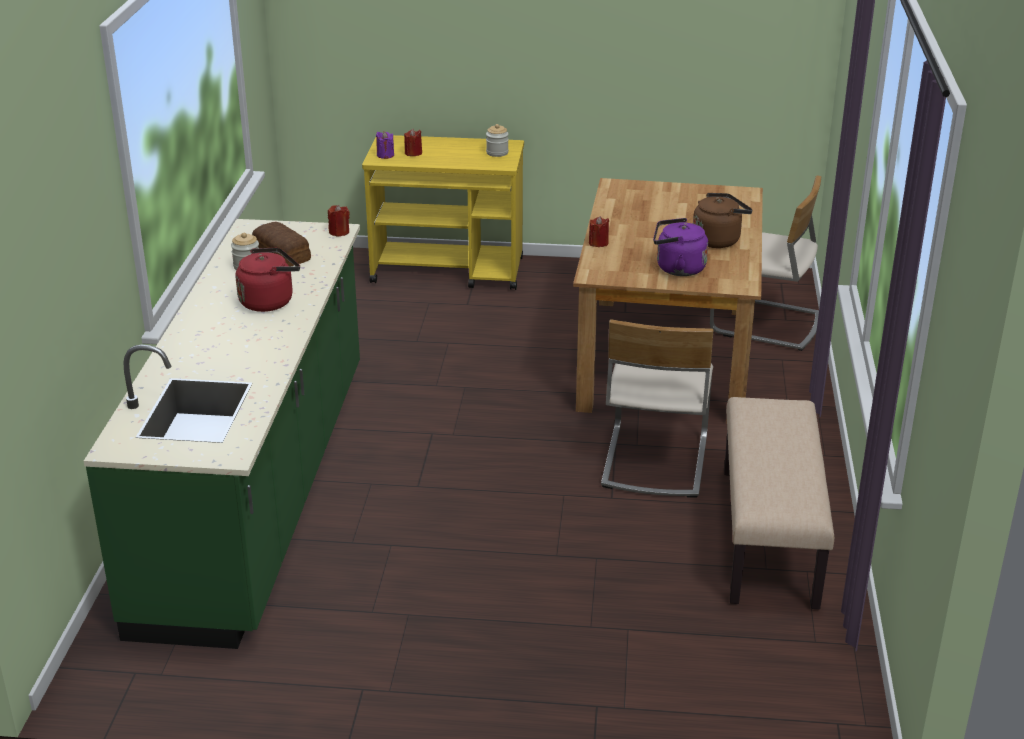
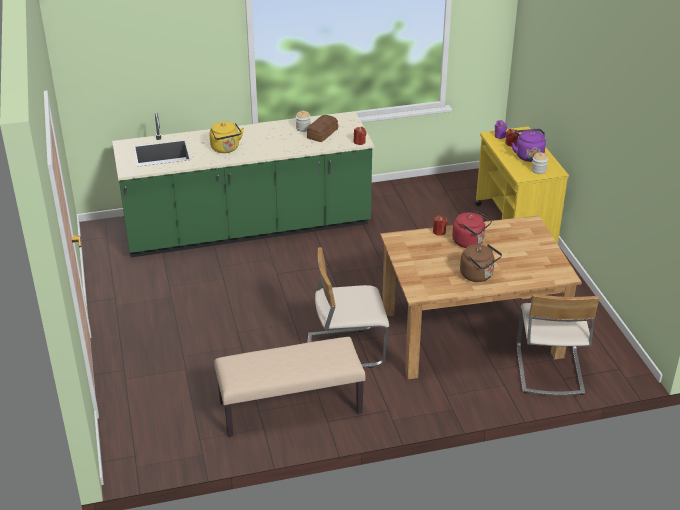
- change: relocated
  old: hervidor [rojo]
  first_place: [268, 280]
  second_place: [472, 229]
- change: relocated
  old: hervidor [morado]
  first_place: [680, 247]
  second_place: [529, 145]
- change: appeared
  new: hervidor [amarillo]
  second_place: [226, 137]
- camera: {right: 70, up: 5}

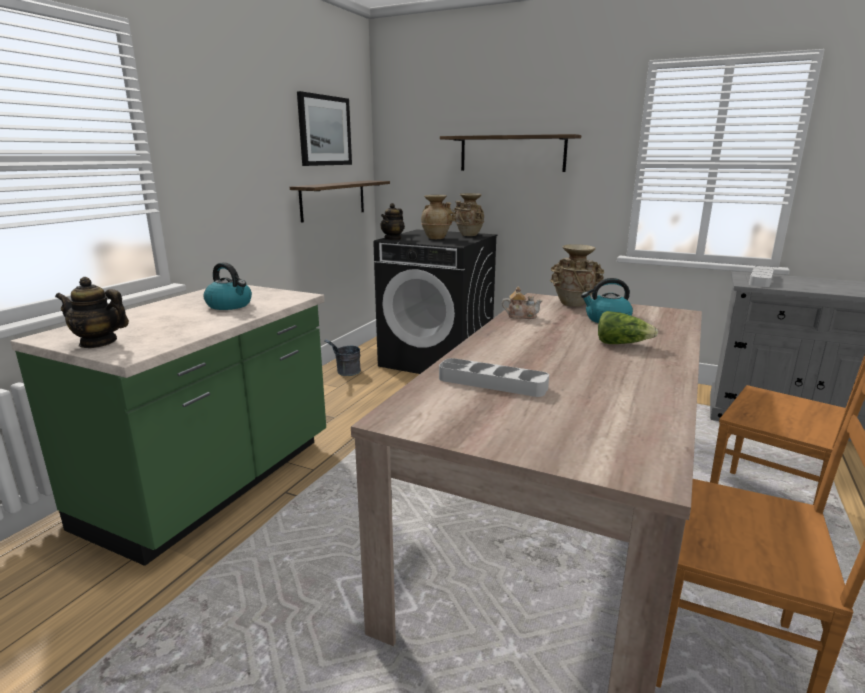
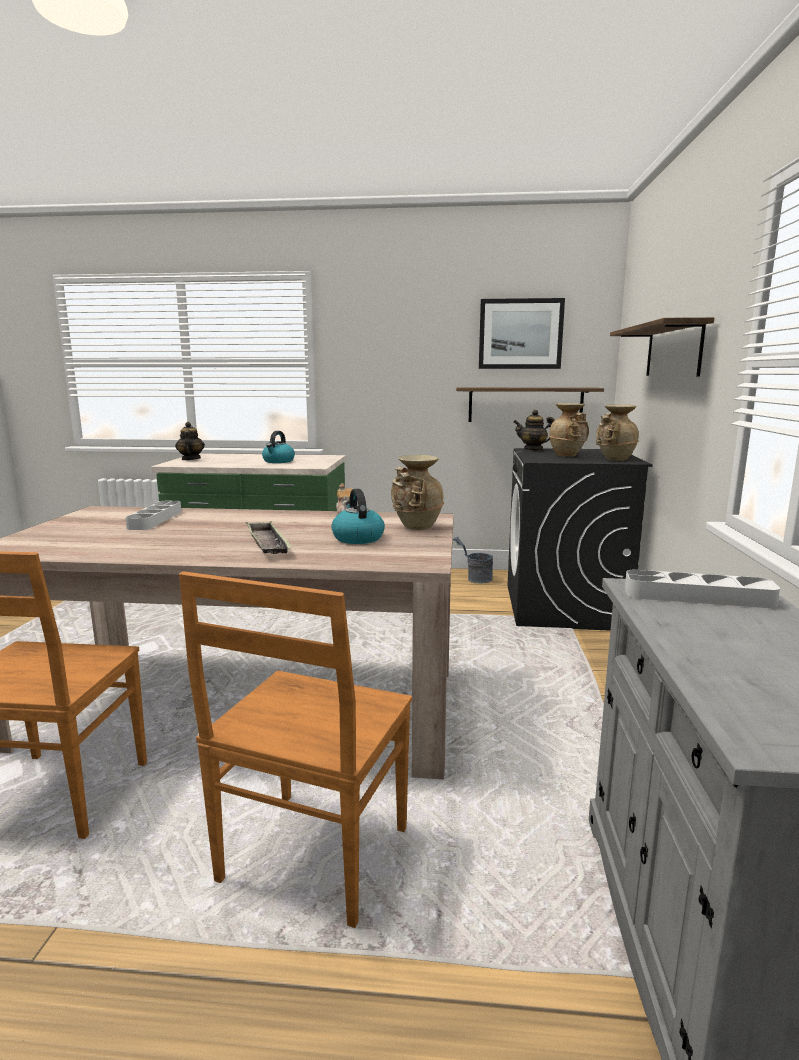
- change: exchanged
  old: lechuga
  new: bandeja
  first_place: [628, 327]
  second_place: [269, 538]
- camera: {right: 70, up: -5}

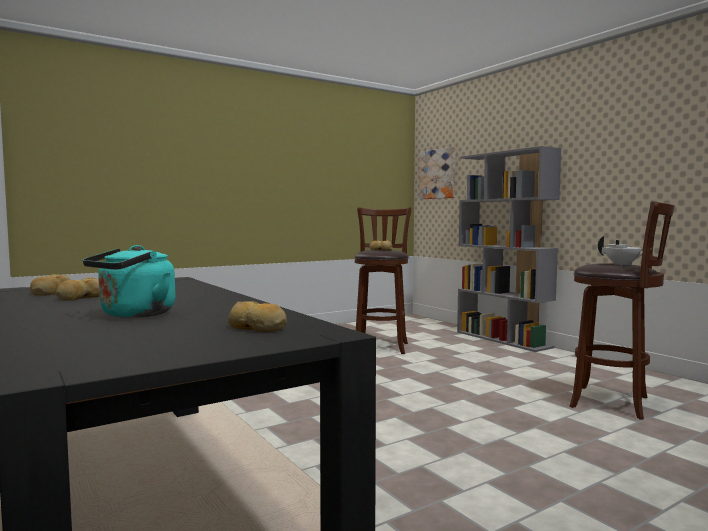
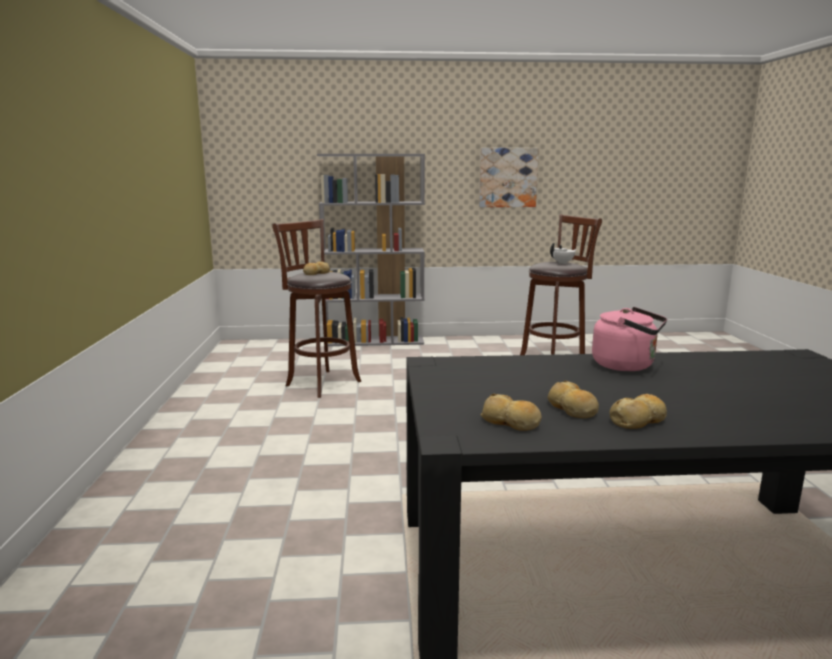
- change: missing
  old: hervidor [turquesa]
  first_place: [129, 281]
- change: relocated
  old: pan
  first_place: [257, 316]
  second_place: [638, 411]
- change: relocated
  old: cuadro
  first_place: [437, 173]
  second_place: [509, 177]
- change: appeared
  new: hervidor [rosa]
  second_place: [629, 339]
- camera: {right: -60, up: 10}

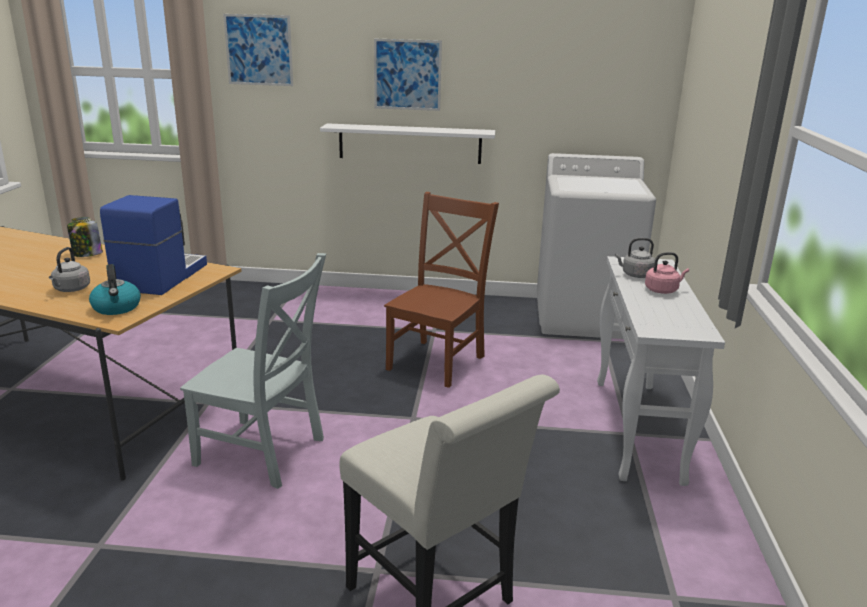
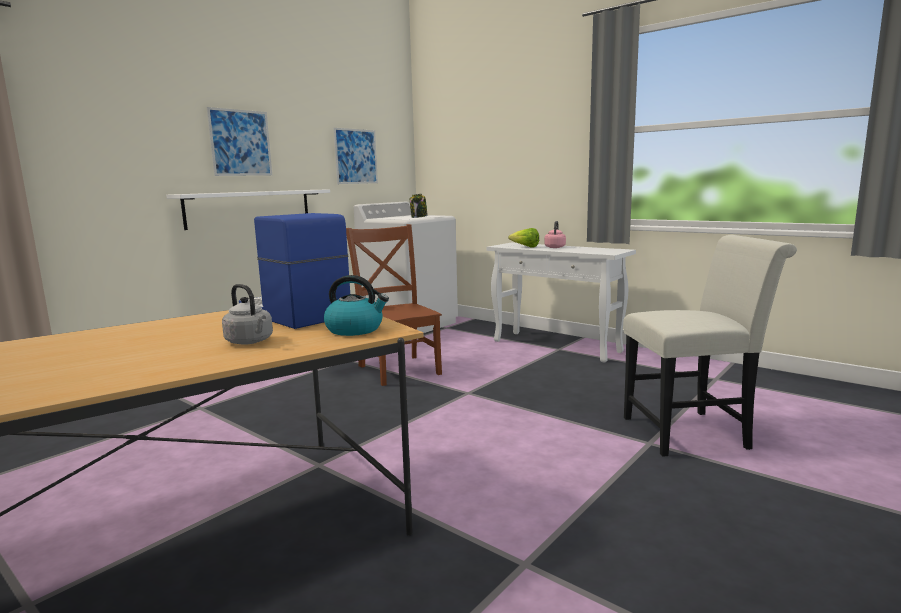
- change: relocated
  old: tarro
  first_place: [85, 237]
  second_place: [419, 206]
- change: missing
  old: silla [gris]
  first_place: [253, 371]
- change: relocated
  old: cuadro
  first_place: [258, 50]
  second_place: [355, 156]
- change: exchanged
  old: hervidor [gris]
  new: lechuga
  first_place: [635, 258]
  second_place: [523, 238]
- camera: {right: -55, up: -10}

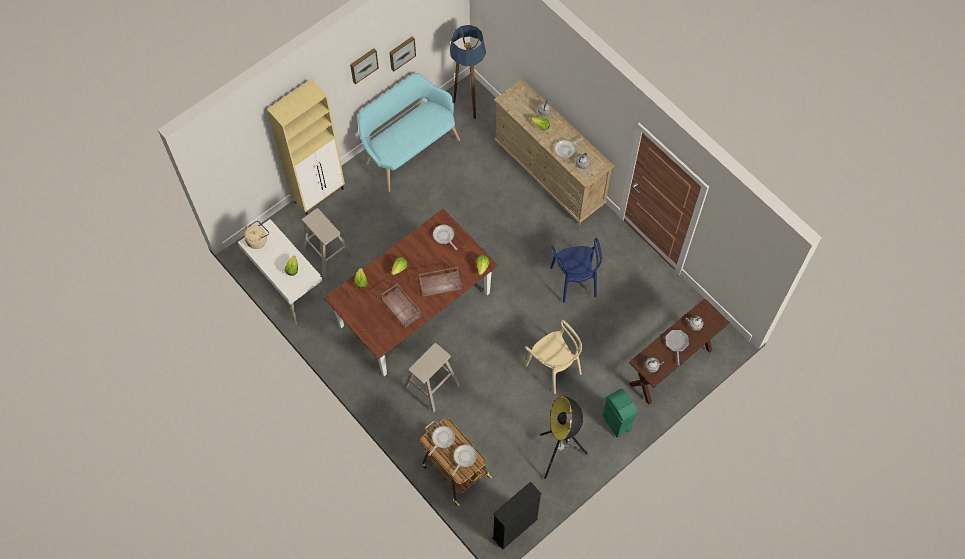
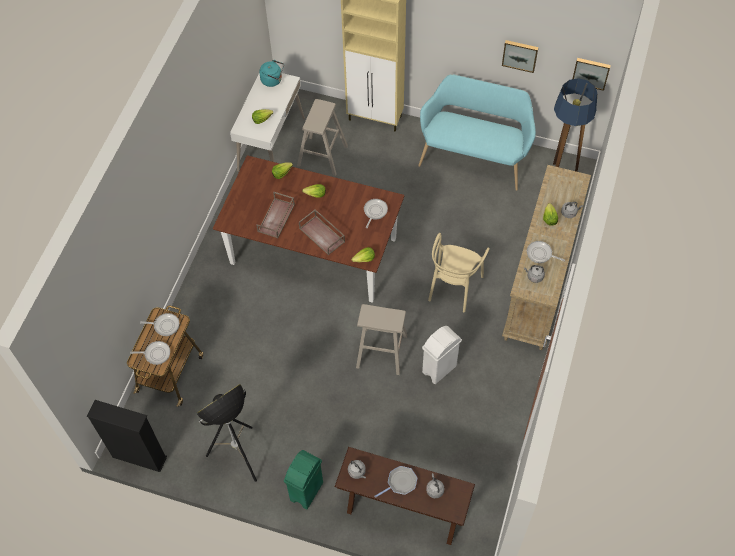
- change: colour
  old: hervidor [beis]
  new: hervidor [turquesa]
  first_place: [256, 235]
  second_place: [271, 73]
- change: relocated
  old: cuadro
  first_place: [364, 66]
  second_place: [591, 74]
- change: relocated
  old: taburete [beis]
  first_place: [432, 378]
  second_place: [381, 339]
- change: relocated
  old: silla [beis]
  first_place: [553, 357]
  second_place: [459, 272]
- change: exchanged
  old: silla [azul]
  new: papelera [blanco]
  first_place: [576, 270]
  second_place: [442, 355]
- camera: {right: 60, up: -5}

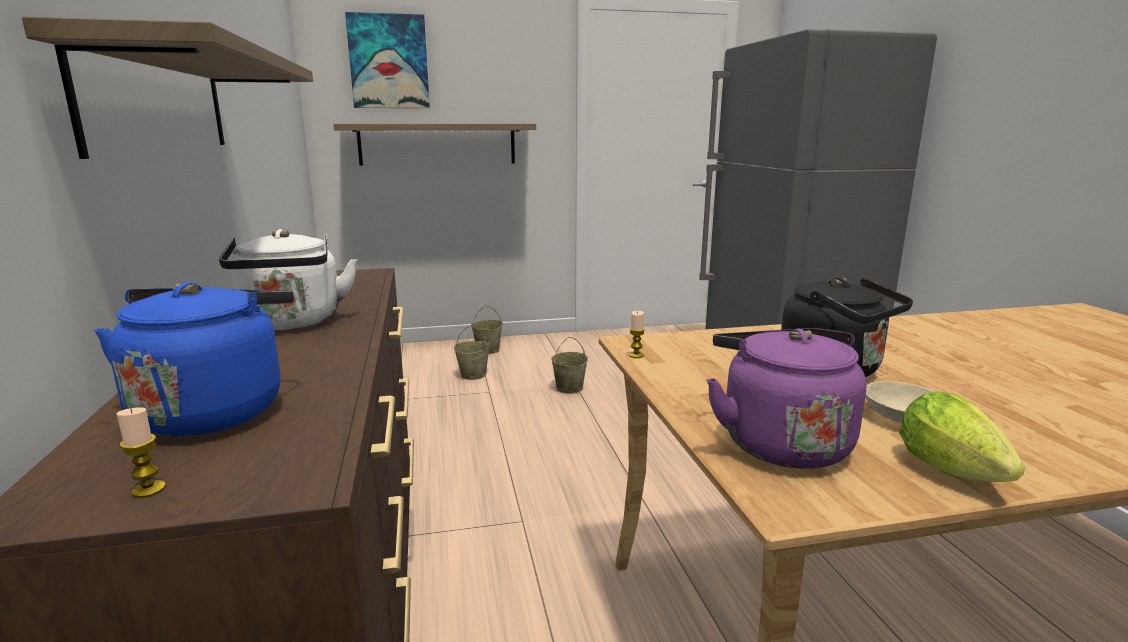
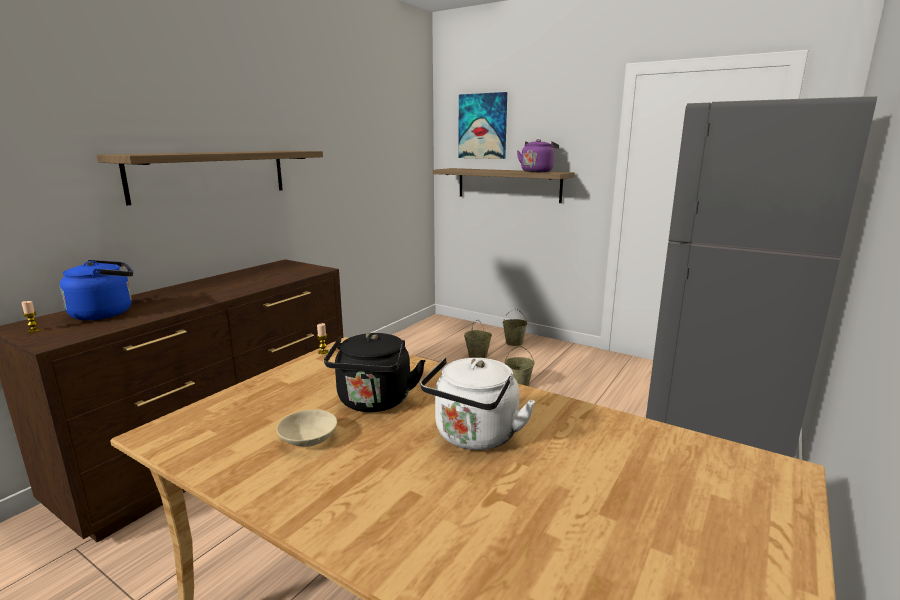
- change: relocated
  old: hervidor [blanco]
  first_place: [288, 279]
  second_place: [477, 403]
- change: relocated
  old: hervidor [morado]
  first_place: [786, 398]
  second_place: [538, 155]
- change: missing
  old: lechuga
  first_place: [962, 436]
- camera: {right: 45, up: 0}

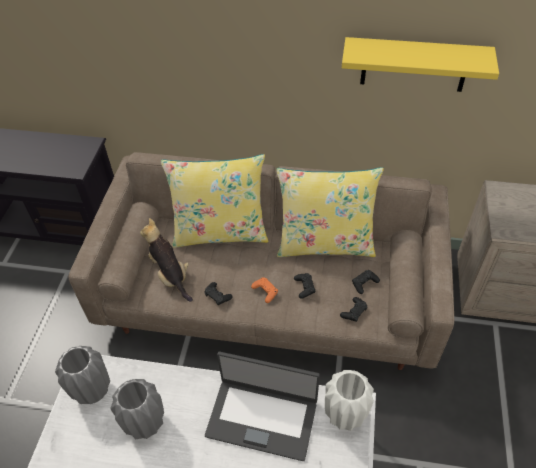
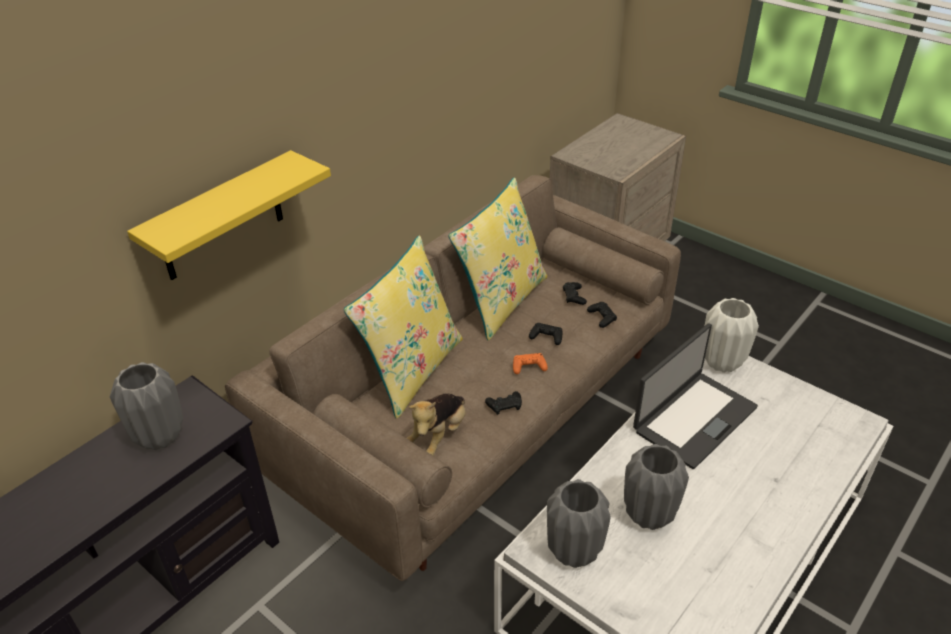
- change: spun
  old: peluche
  first_place: [166, 260]
  second_place: [436, 424]
  degrees: -60
- change: relocated
  old: estante [amarillo]
  first_place: [420, 64]
  second_place: [229, 215]
- change: appeared
  new: florero [gris]
  second_place: [146, 406]
- camera: {right: -60, up: -10}

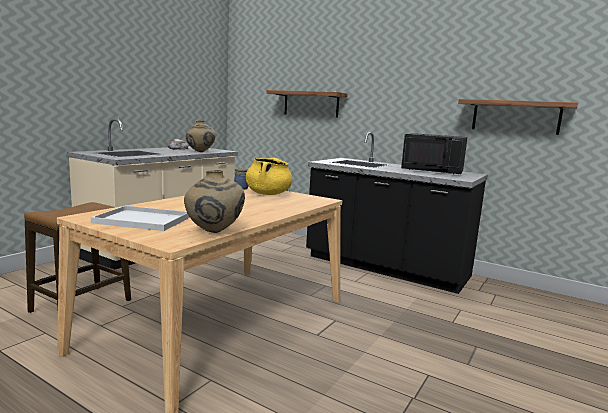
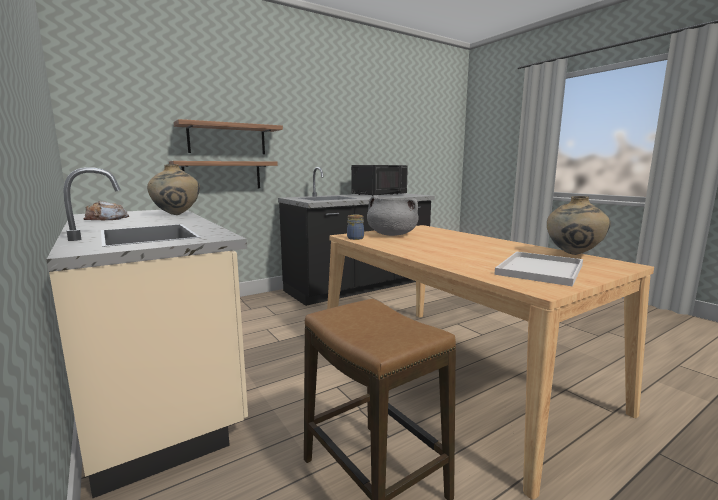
- change: colour
  old: olla [amarillo]
  new: olla [gris]
  first_place: [269, 176]
  second_place: [393, 216]
- change: relocated
  old: estante
  first_place: [518, 117]
  second_place: [223, 174]
- camera: {right: -65, up: 0}

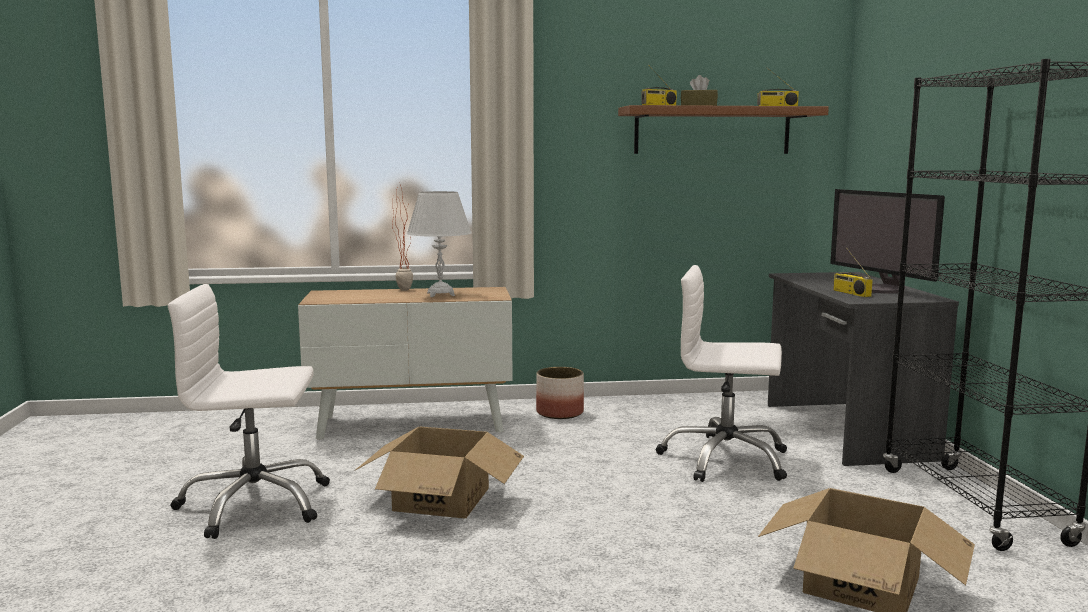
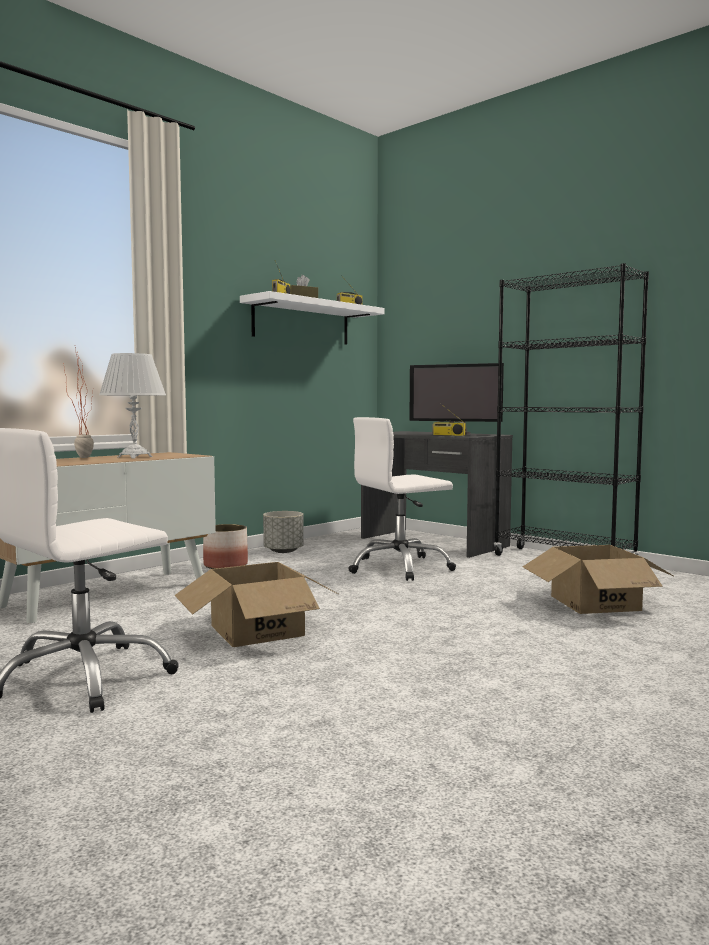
- change: colour
  old: estante [marrón]
  new: estante [blanco]
  first_place: [723, 129]
  second_place: [312, 318]
- change: appeared
  new: maceta [gris]
  second_place: [283, 532]
- camera: {right: -40, up: -5}

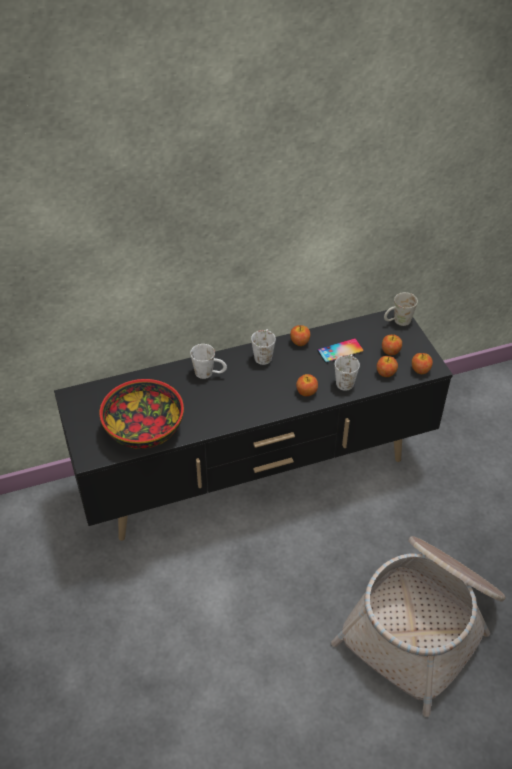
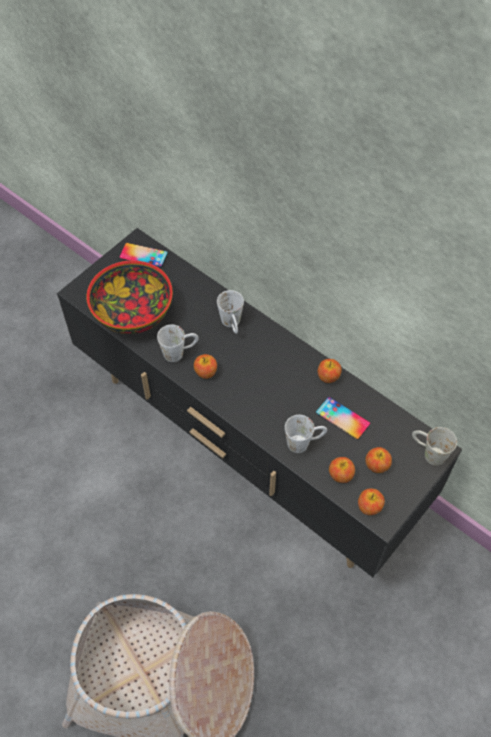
- change: relocated
  old: taza grande [blanco]
  first_place: [263, 347]
  second_place: [178, 343]
- change: relocated
  old: manzana
  first_place: [307, 385]
  second_place: [205, 366]
- change: appeared
  new: móvil
  second_place: [143, 255]
- camera: {right: 60, up: 10}

